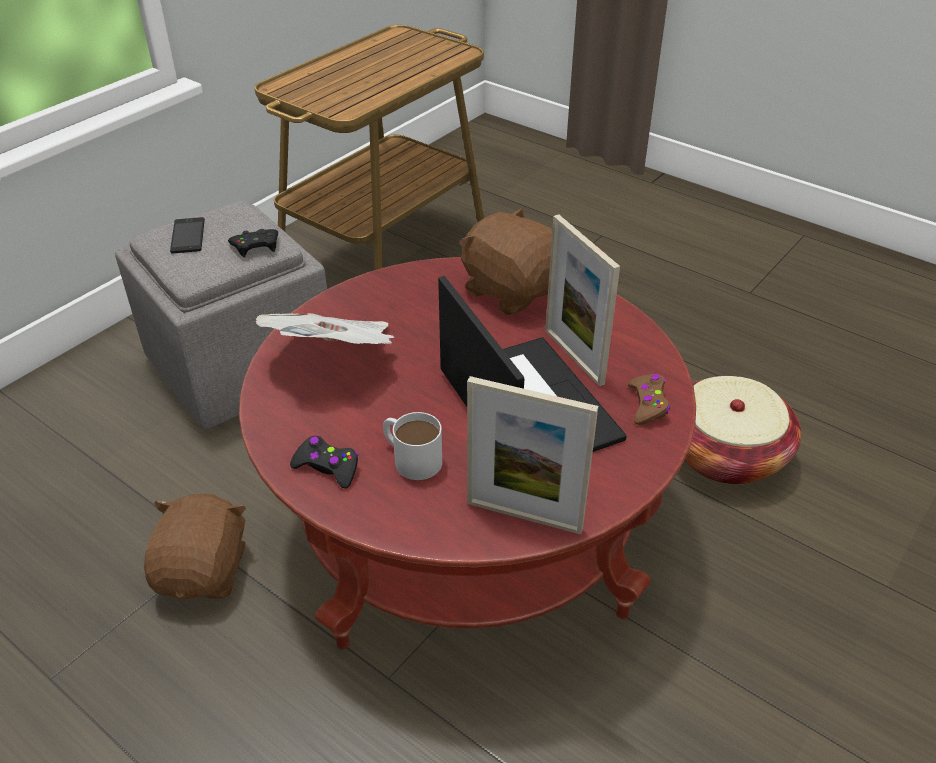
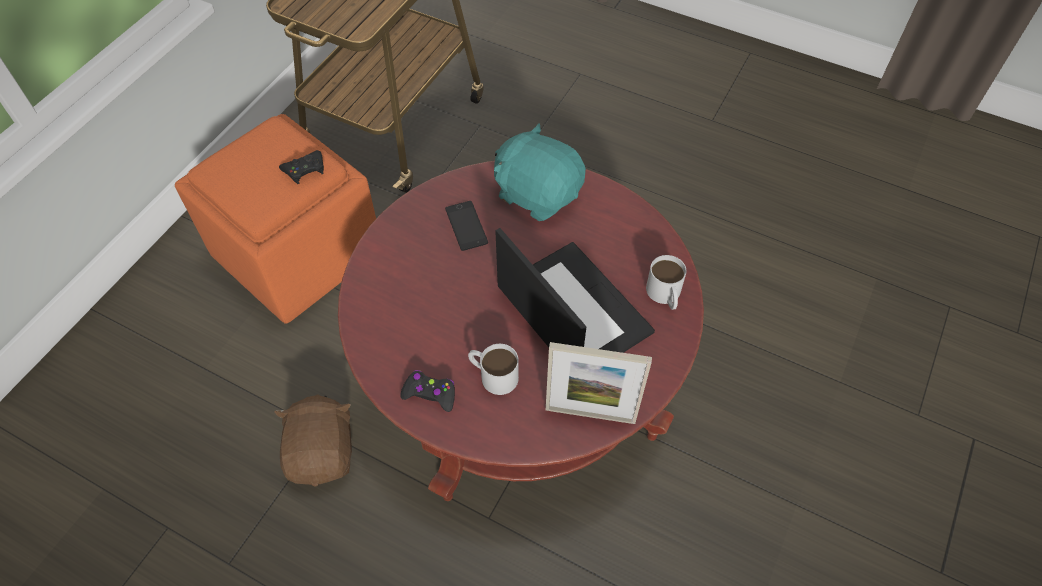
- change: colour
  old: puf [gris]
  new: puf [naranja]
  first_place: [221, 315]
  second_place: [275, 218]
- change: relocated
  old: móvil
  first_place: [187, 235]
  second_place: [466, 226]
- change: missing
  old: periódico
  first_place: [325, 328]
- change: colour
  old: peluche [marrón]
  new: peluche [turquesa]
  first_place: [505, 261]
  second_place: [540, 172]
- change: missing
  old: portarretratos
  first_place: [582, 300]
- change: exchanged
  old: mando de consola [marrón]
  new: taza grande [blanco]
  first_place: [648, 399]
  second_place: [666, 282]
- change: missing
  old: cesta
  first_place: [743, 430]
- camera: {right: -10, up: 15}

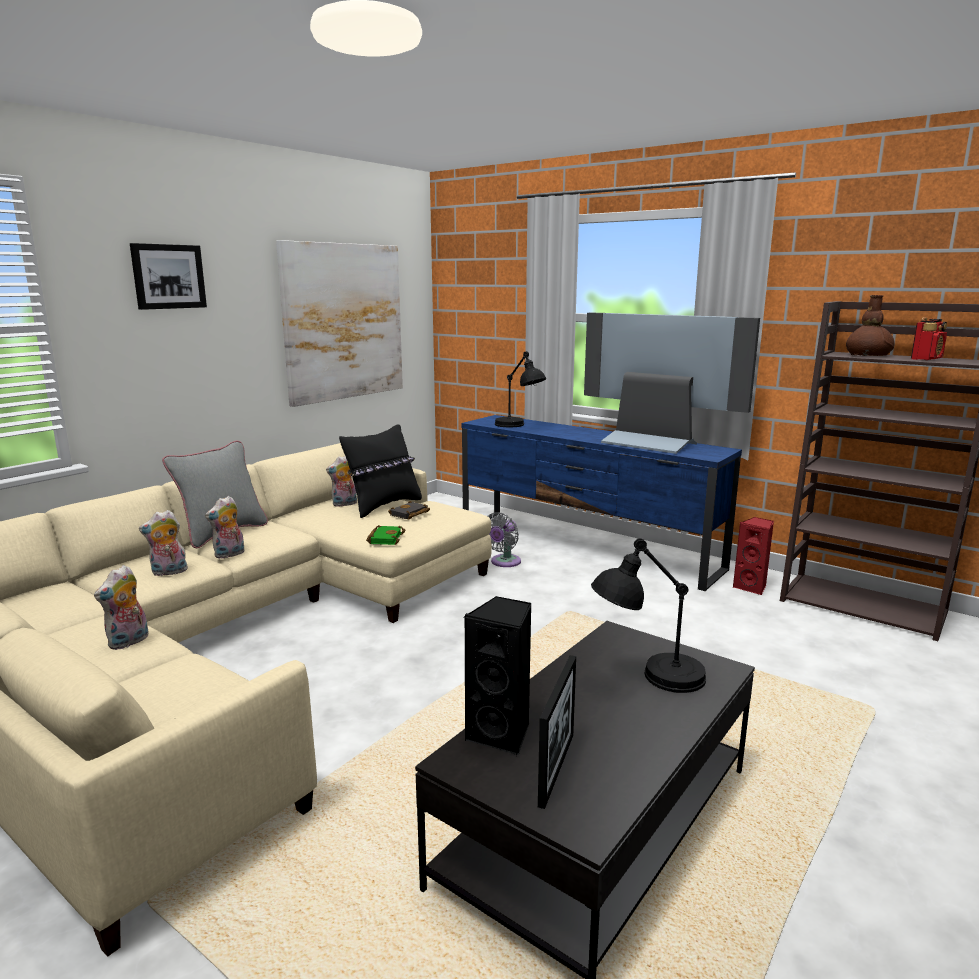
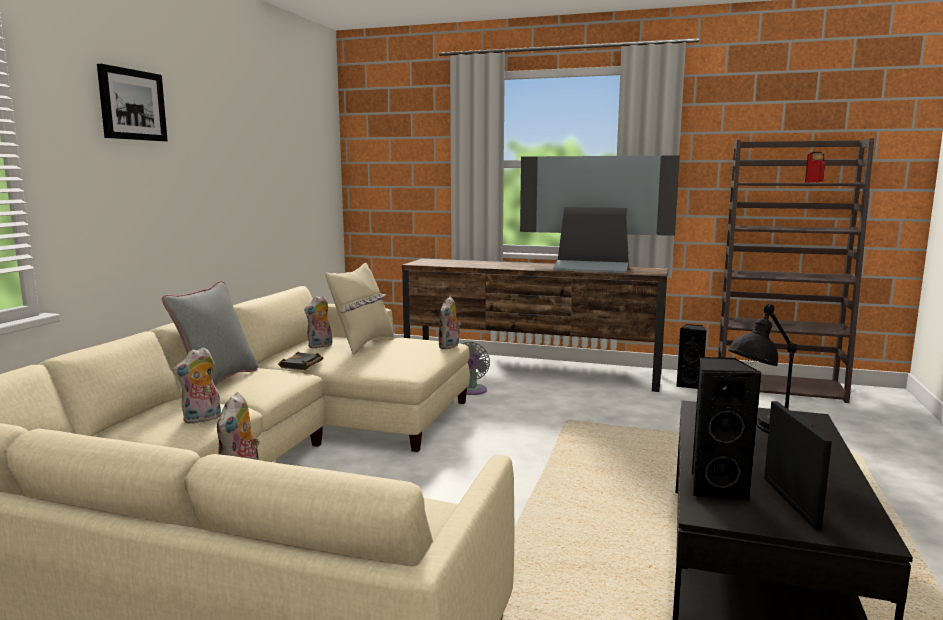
- change: relocated
  old: peluche
  first_place: [225, 527]
  second_place: [450, 322]
- change: missing
  old: cuadro
  first_place: [339, 323]
- change: colour
  old: cojín [negro]
  new: cojín [beis]
  first_place: [380, 471]
  second_place: [359, 309]
- change: missing
  old: libro [verde]
  first_place: [386, 535]
- change: relocated
  old: libro [negro]
  first_place: [409, 510]
  second_place: [300, 361]
- change: colour
  old: mueble de televisión [azul]
  new: mueble de televisión [marrón]
  first_place: [602, 503]
  second_place: [535, 325]
- change: missing
  old: lámpara de mesa [negro]
  first_place: [520, 389]
- change: colour
  old: altavoz [rojo]
  new: altavoz [negro]
  first_place: [753, 556]
  second_place: [691, 356]
- change: missing
  old: florero [marrón]
  first_place: [870, 325]
- camera: {right: -20, up: -5}

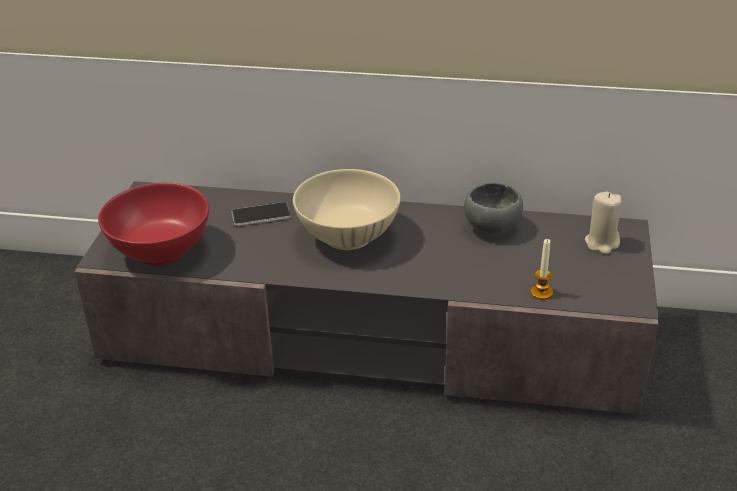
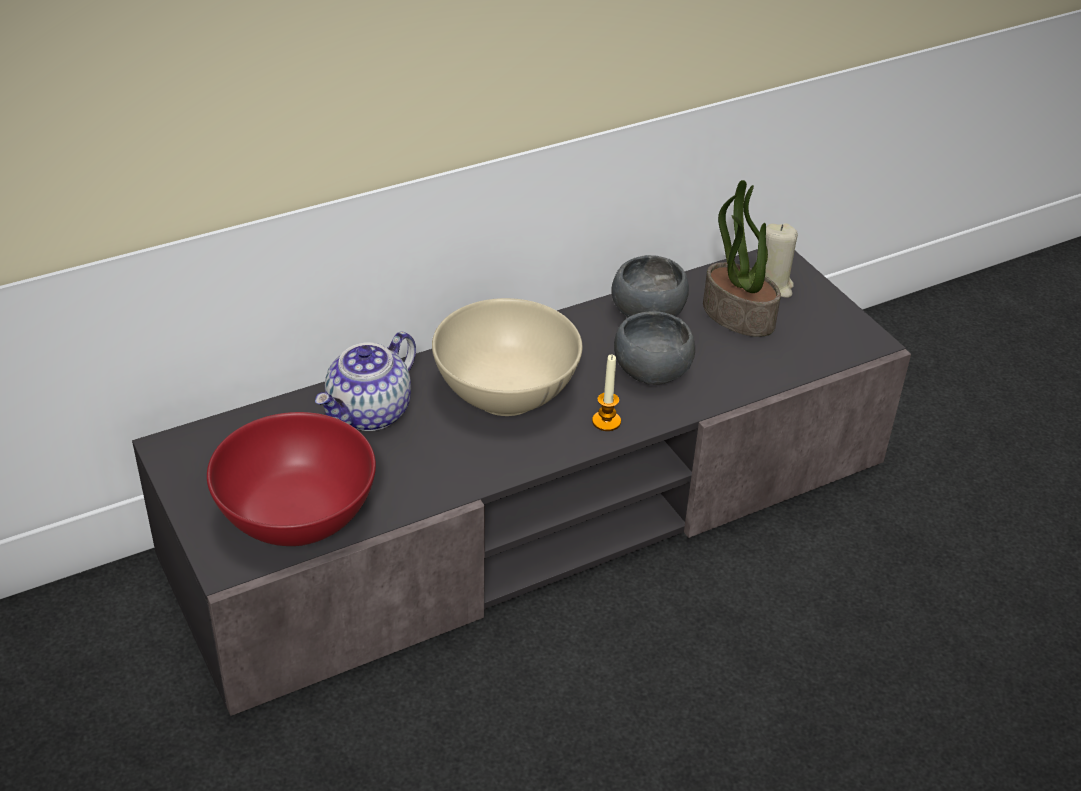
- change: exchanged
  old: móvil
  new: tetera
  first_place: [261, 214]
  second_place: [365, 381]
- change: relocated
  old: vela
  first_place: [541, 269]
  second_place: [606, 393]
- change: appeared
  new: cuenco [gris]
  second_place: [654, 348]
- change: appeared
  new: planta en maceta
  second_place: [742, 258]
- camera: {right: -40, up: 5}

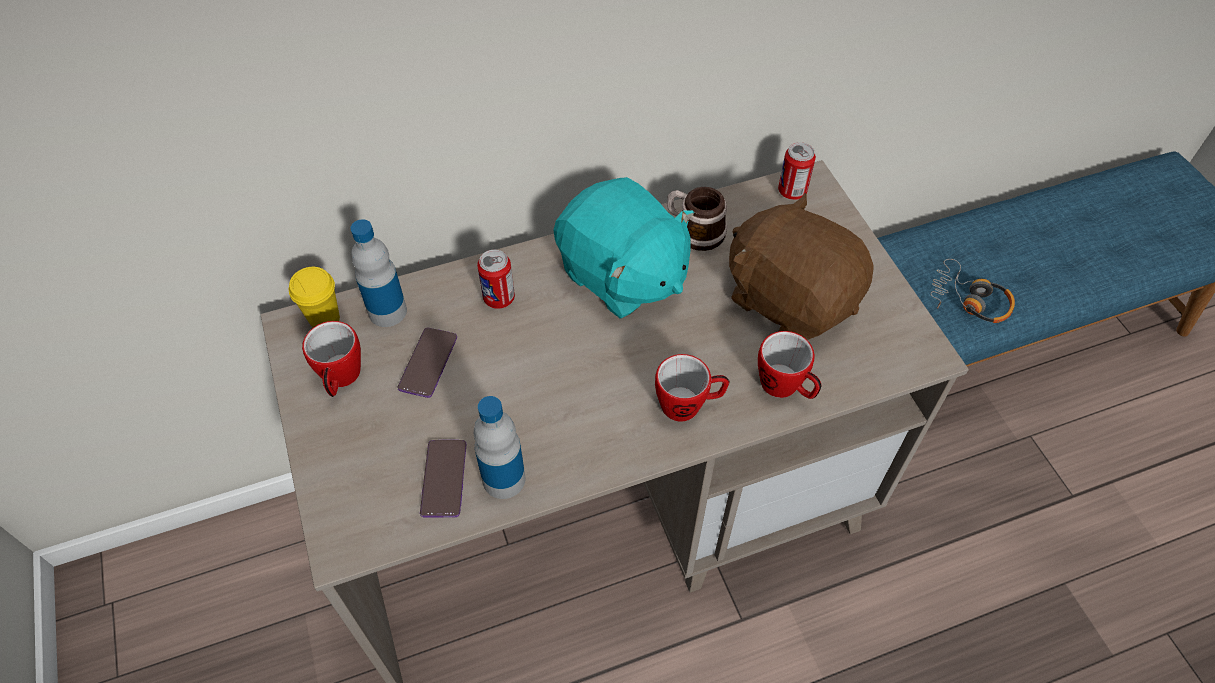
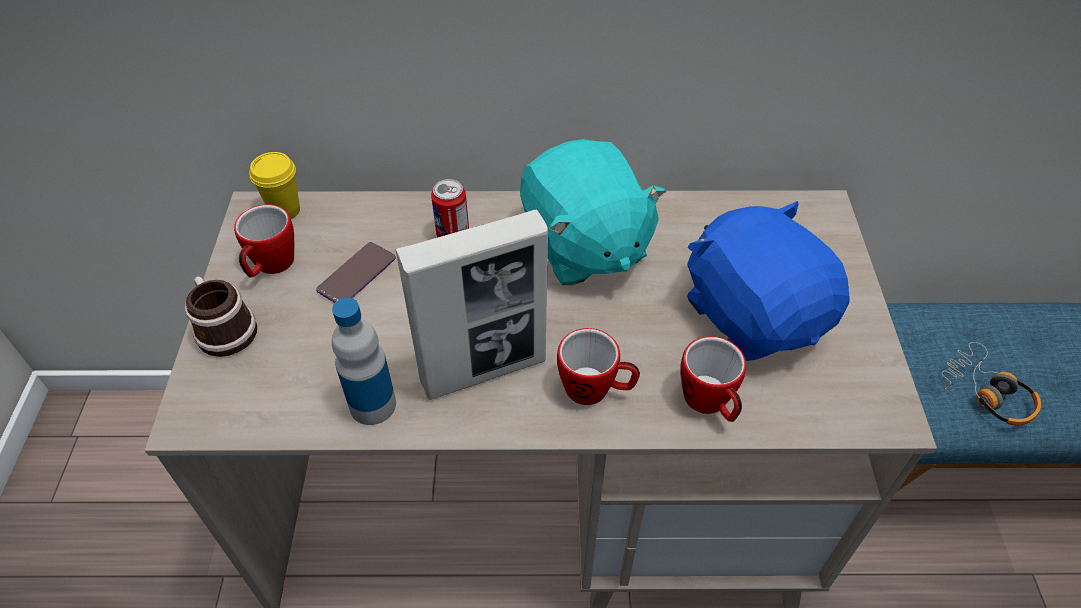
- change: missing
  old: botella
  first_place: [379, 273]
- change: missing
  old: móvil
  first_place: [443, 479]
- change: relocated
  old: taza grande
  first_place: [697, 219]
  second_place: [221, 316]
- change: colour
  old: peluche [marrón]
  new: peluche [azul]
  first_place: [801, 266]
  second_place: [768, 281]
- change: missing
  old: lata
  first_place: [797, 171]
- change: appeared
  new: portarretratos
  second_place: [471, 305]
- camera: {right: 20, up: -5}

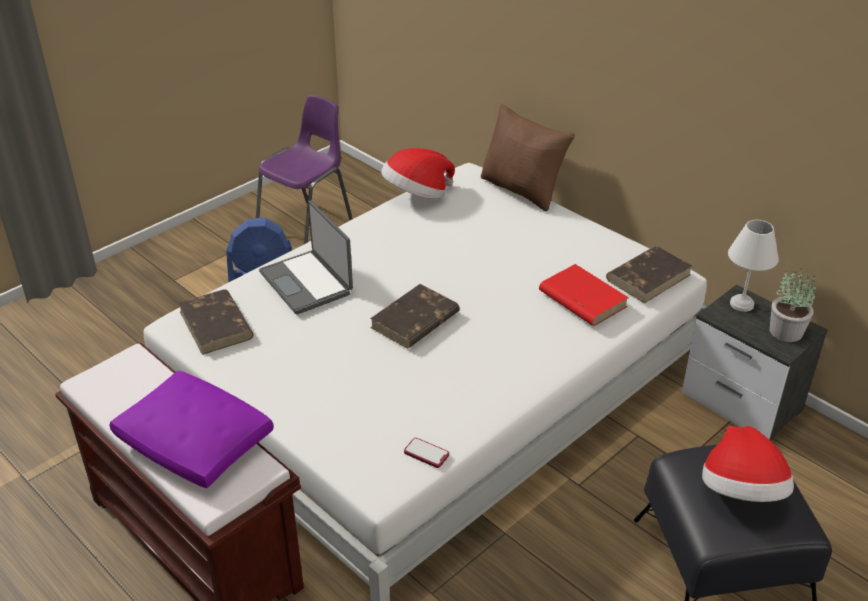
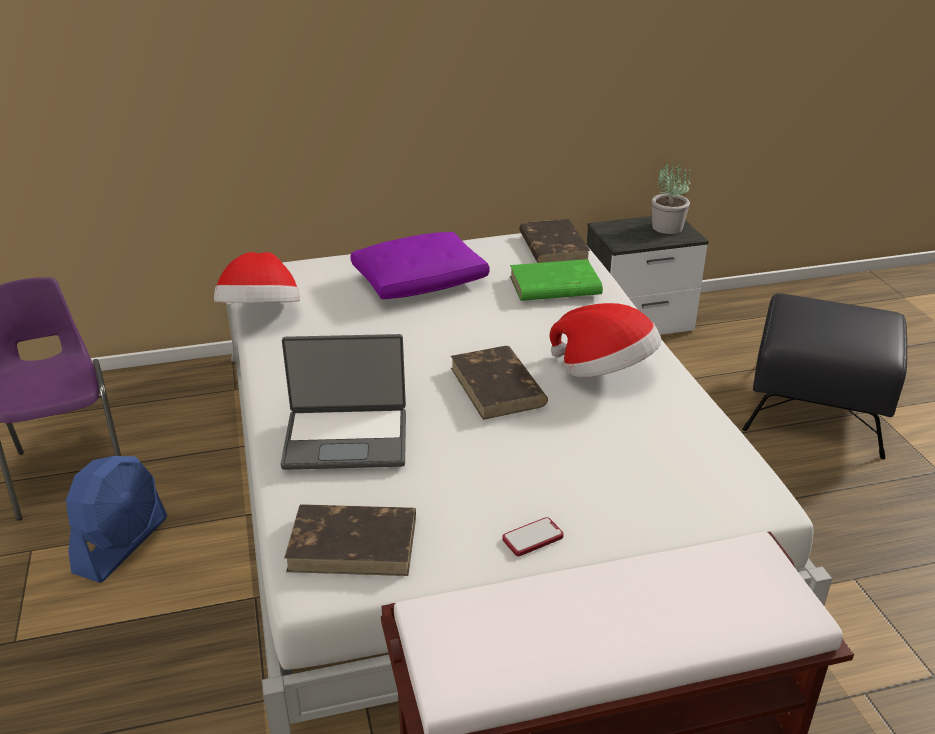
- change: relocated
  old: cojín [morado]
  first_place: [191, 429]
  second_place: [420, 265]
- change: relocated
  old: móvil
  first_place: [426, 452]
  second_place: [533, 536]
- change: missing
  old: cojín [marrón]
  first_place: [528, 157]
- change: colour
  old: libro [rojo]
  new: libro [verde]
  first_place: [584, 295]
  second_place: [556, 280]
- change: relocated
  old: sombrero
  first_place: [748, 464]
  second_place: [605, 340]
- change: missing
  old: lámpara de mesa [blanco]
  first_place: [753, 266]
- camera: {right: -60, up: -5}

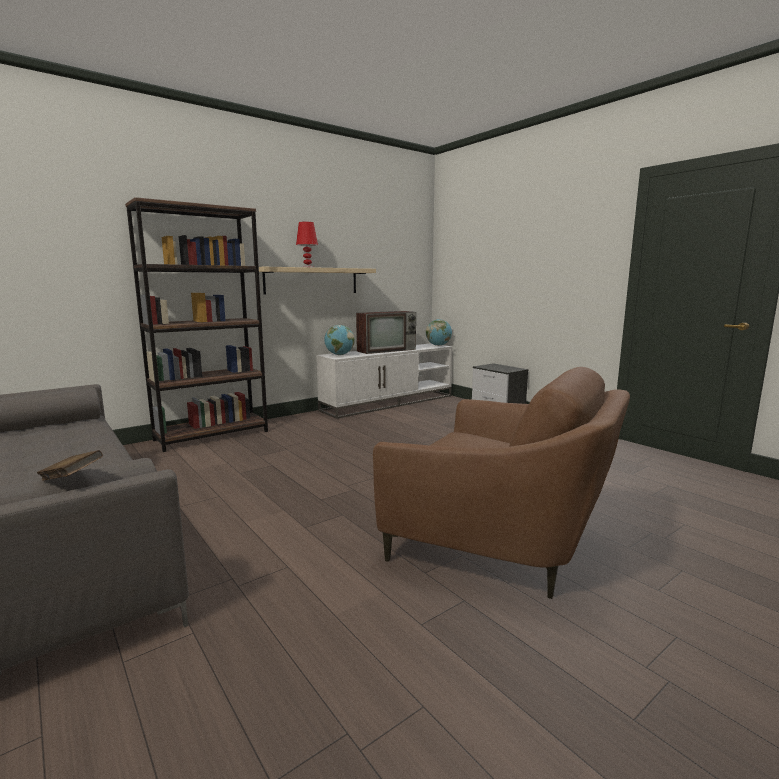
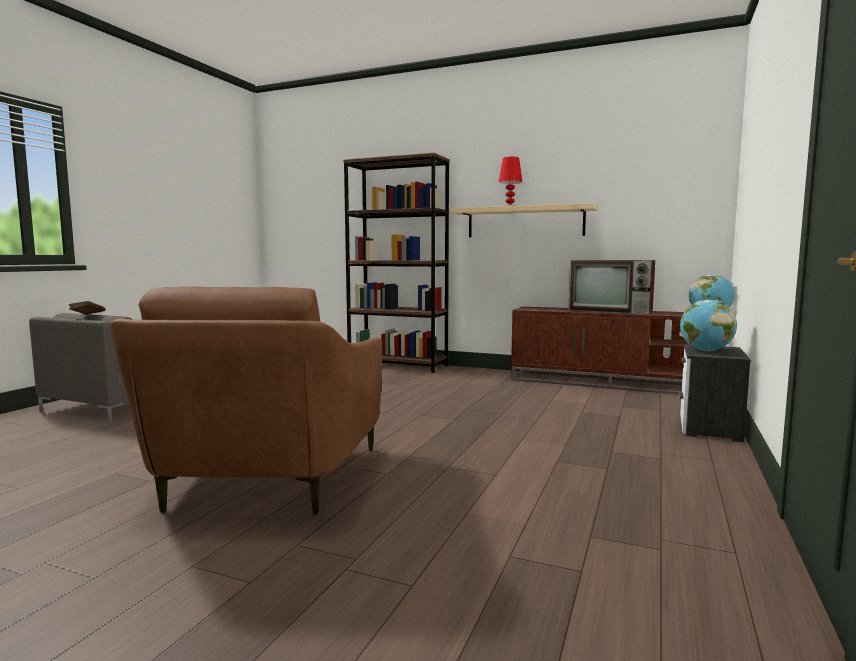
- change: colour
  old: mueble de televisión [blanco]
  new: mueble de televisión [marrón]
  first_place: [384, 381]
  second_place: [618, 350]
- change: relocated
  old: globo terráqueo
  first_place: [339, 340]
  second_place: [708, 325]
- camera: {right: 60, up: -5}

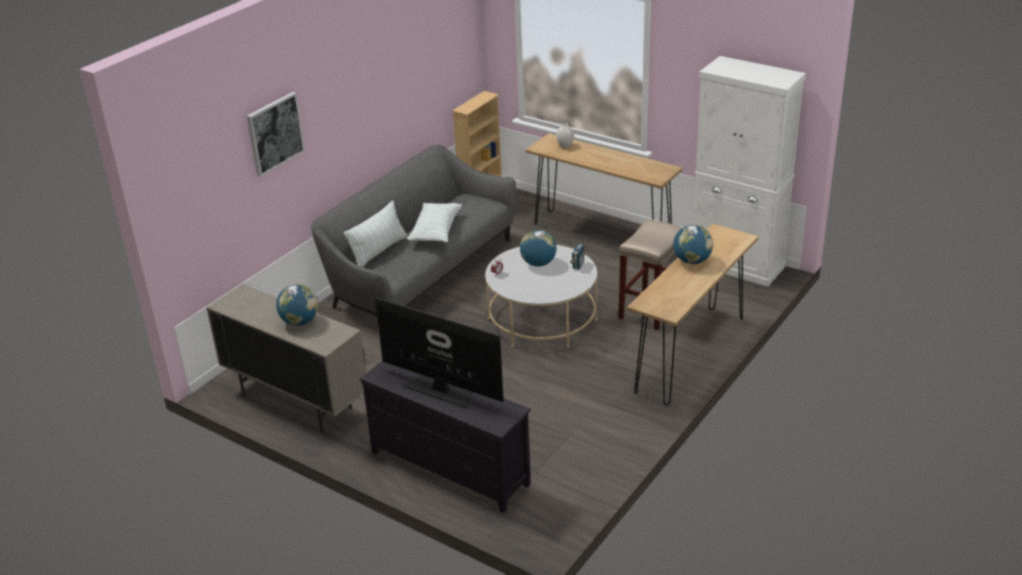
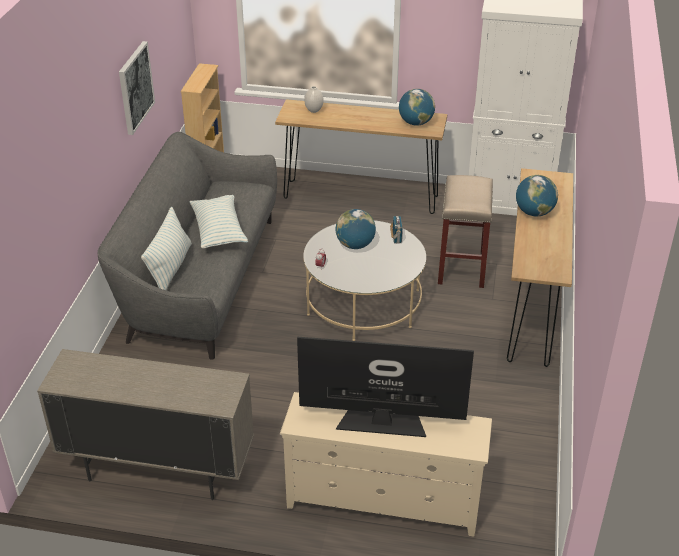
- change: relocated
  old: cuadro
  first_place: [276, 134]
  second_place: [137, 88]
- change: relocated
  old: globo terráqueo
  first_place: [297, 305]
  second_place: [417, 107]
- change: colour
  old: mueble de televisión [negro]
  new: mueble de televisión [beis]
  first_place: [445, 437]
  second_place: [386, 464]
- camera: {right: -25, up: 5}

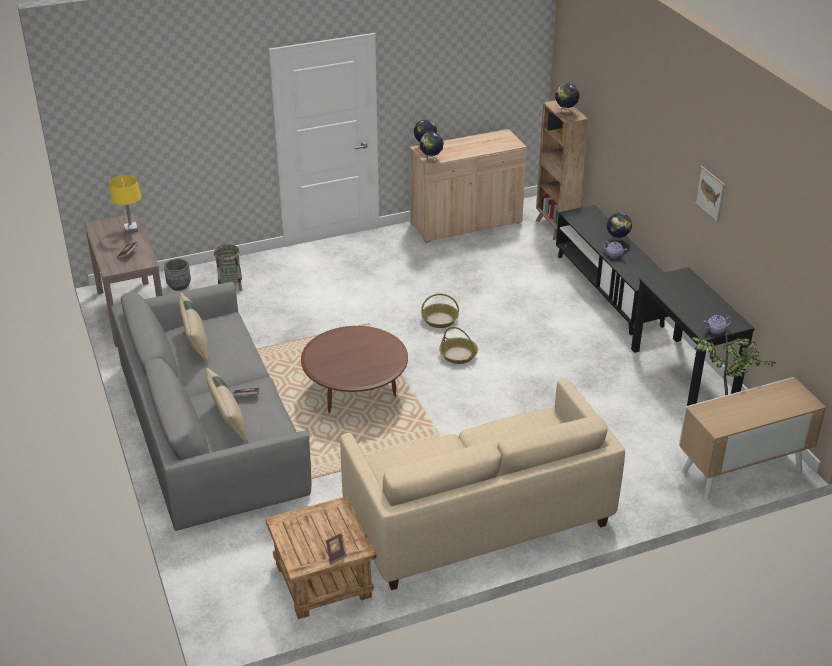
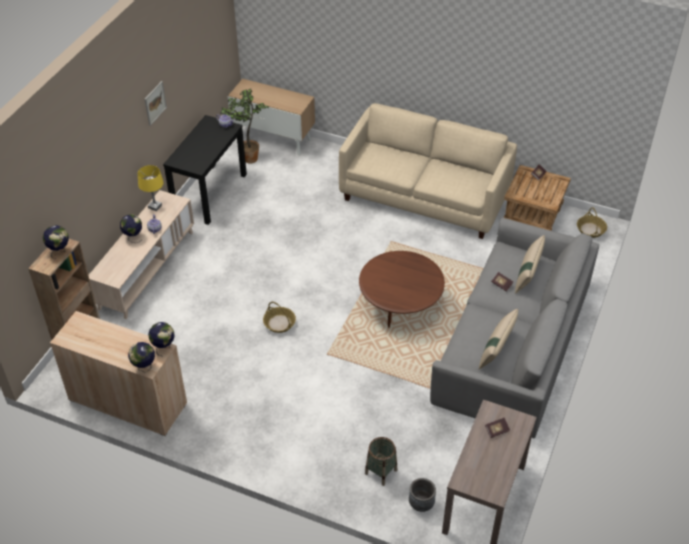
- change: relocated
  old: lámpara de mesa [amarillo]
  first_place: [125, 204]
  second_place: [151, 188]
- change: relocated
  old: cesta
  first_place: [458, 345]
  second_place: [592, 222]
- change: colour
  old: mueble de televisión [negro]
  new: mueble de televisión [beis]
  first_place: [612, 270]
  second_place: [141, 254]
- camera: {right: -135, up: 10}

